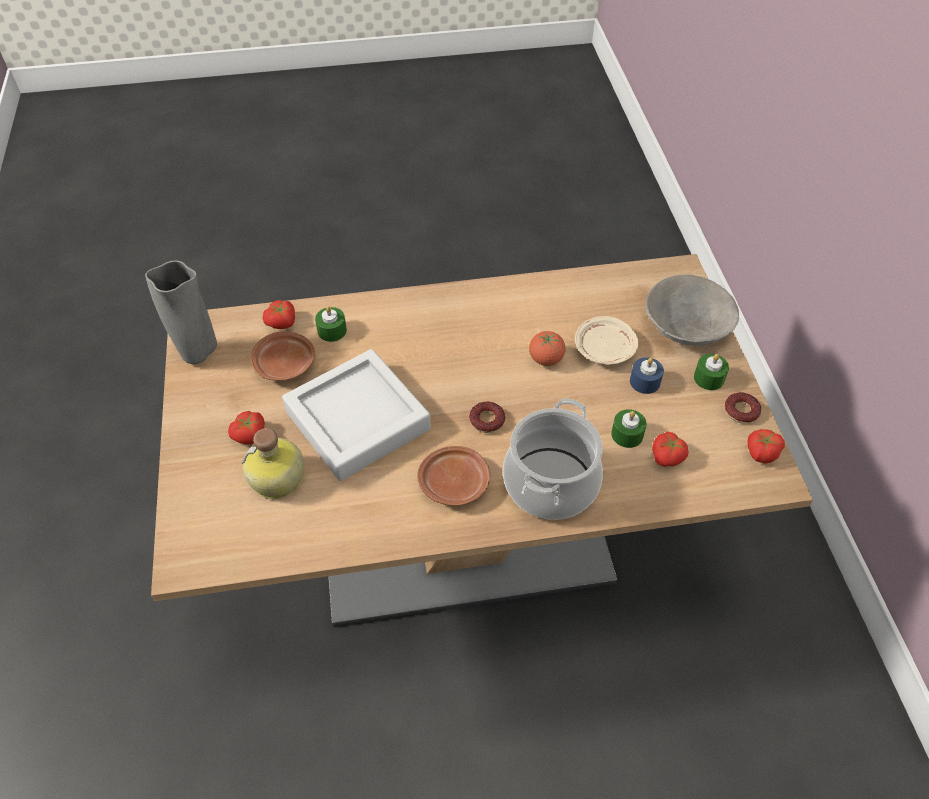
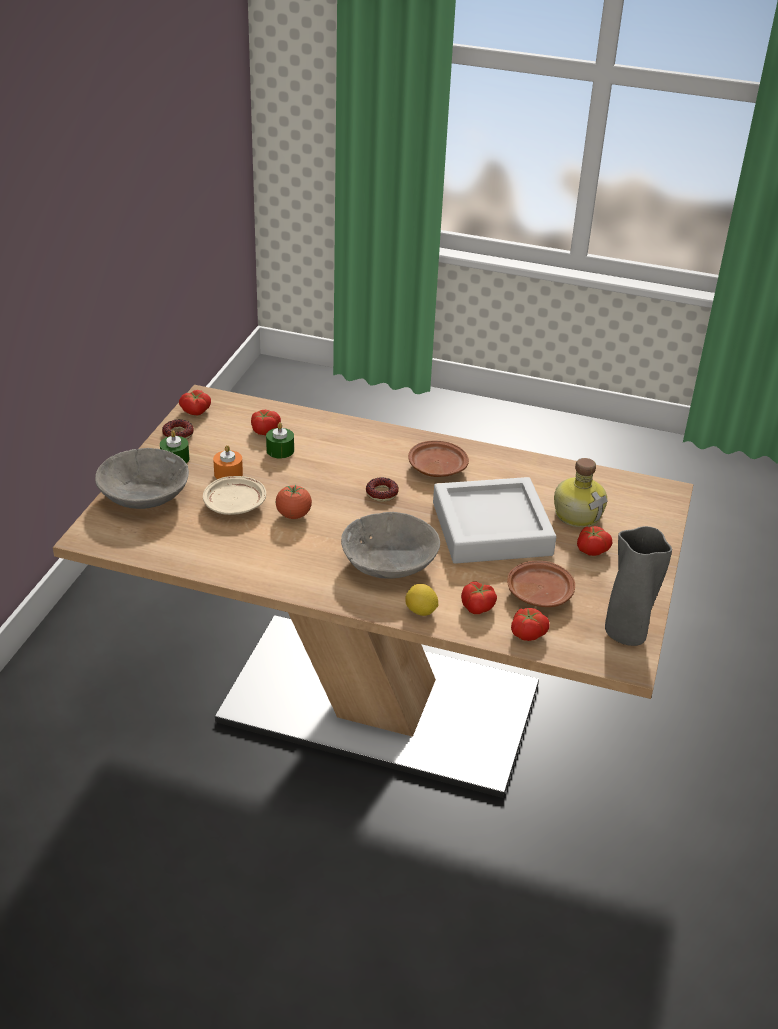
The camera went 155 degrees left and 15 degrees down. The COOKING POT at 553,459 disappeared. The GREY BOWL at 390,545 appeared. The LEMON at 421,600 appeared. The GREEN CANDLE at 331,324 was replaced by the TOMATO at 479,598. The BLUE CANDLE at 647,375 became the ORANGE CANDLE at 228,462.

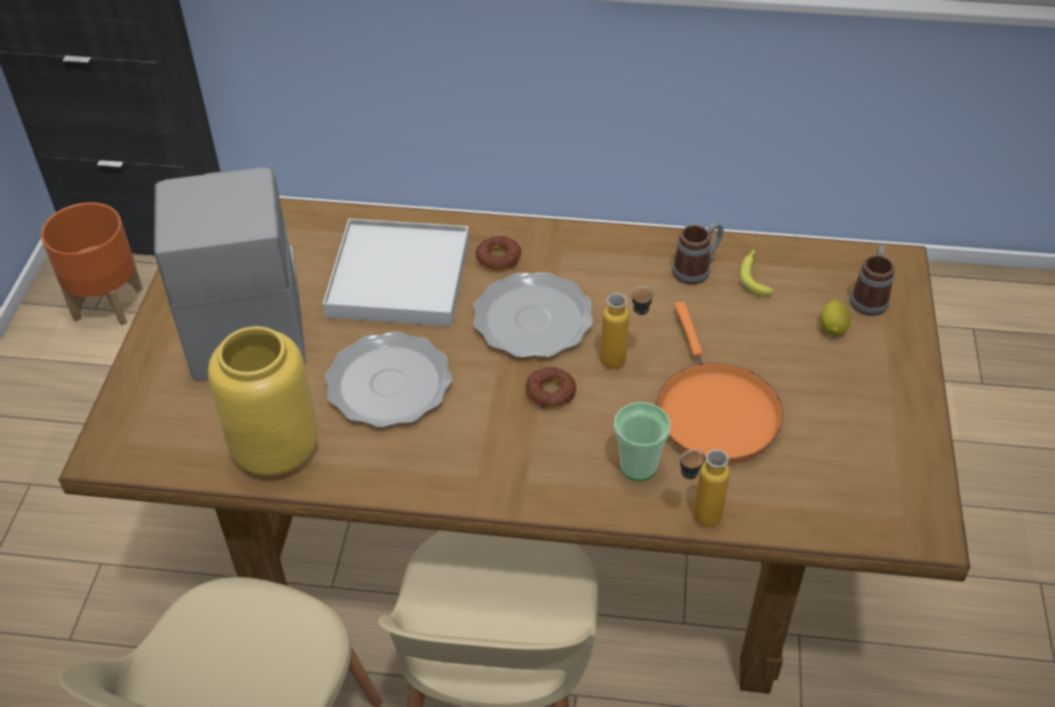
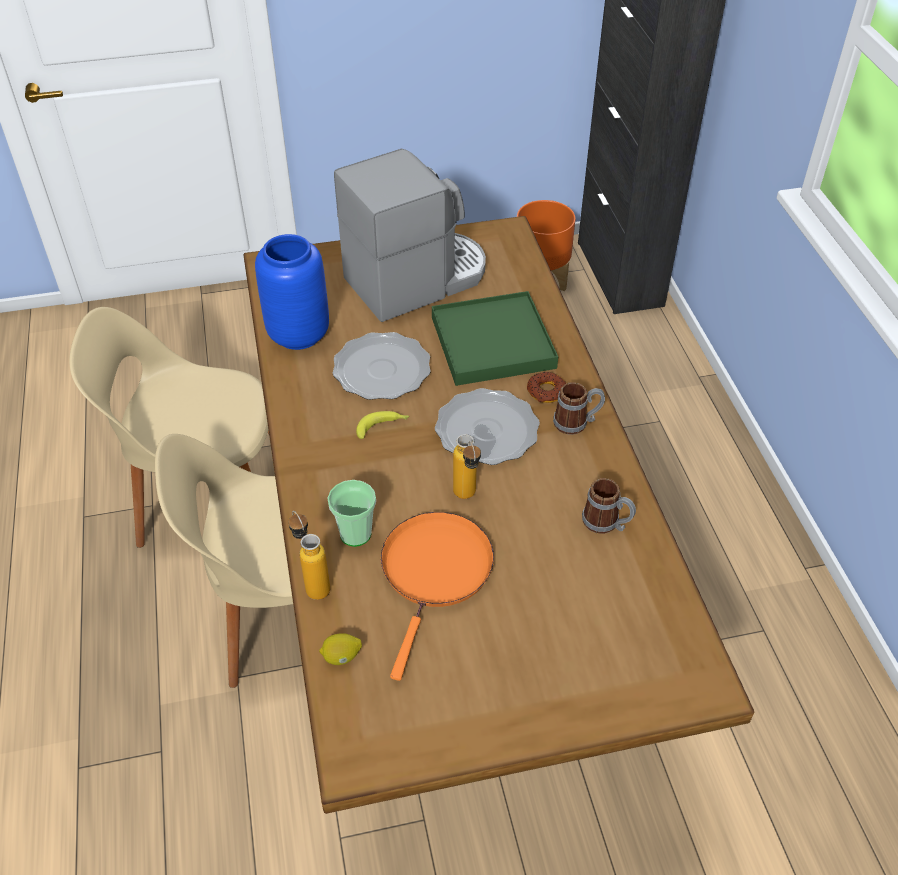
The camera went 70 degrees right and 0 degrees up. The DONUT at 551,387 disappeared. The BANANA moved from 756,273 to 382,425. The LEMON moved from 836,318 to 340,649. The MUG moved from 872,280 to 579,408. The YELLOW VASE at 263,401 became the BLUE VASE at 292,292. The WHITE TRAY at 396,273 became the GREEN TRAY at 495,338. The ORANGE FRYING PAN at 720,382 turned 135 degrees clockwise.

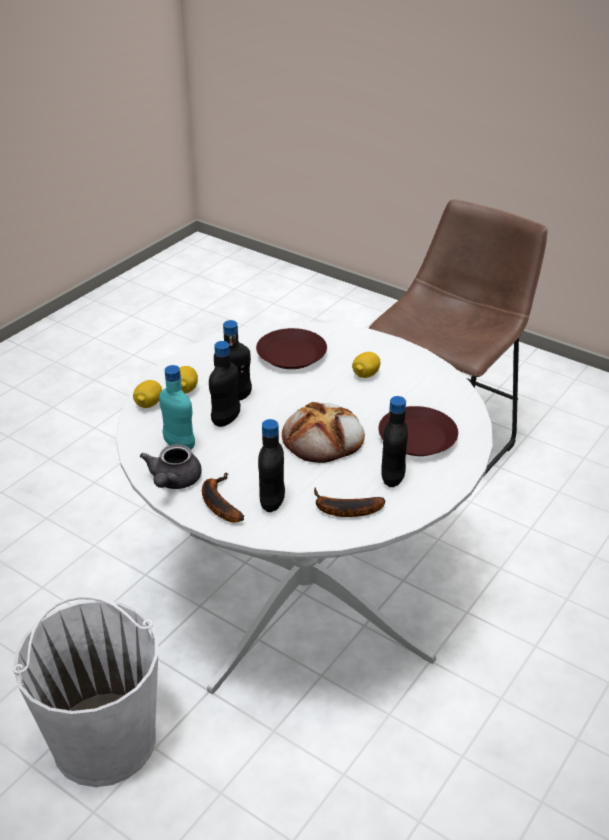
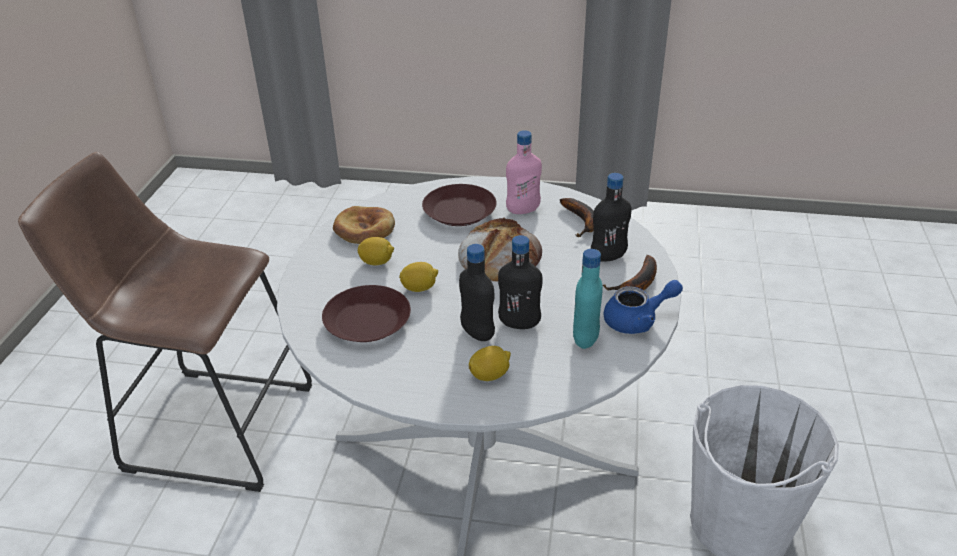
The camera went 115 degrees left and 0 degrees up. The BREAD at 364,225 appeared. The LEMON moved from 147,394 to 418,277. The GREY TEAPOT at 171,466 became the BLUE TEAPOT at 643,307. The BLACK BOTTLE at 394,441 became the PINK BOTTLE at 524,172.

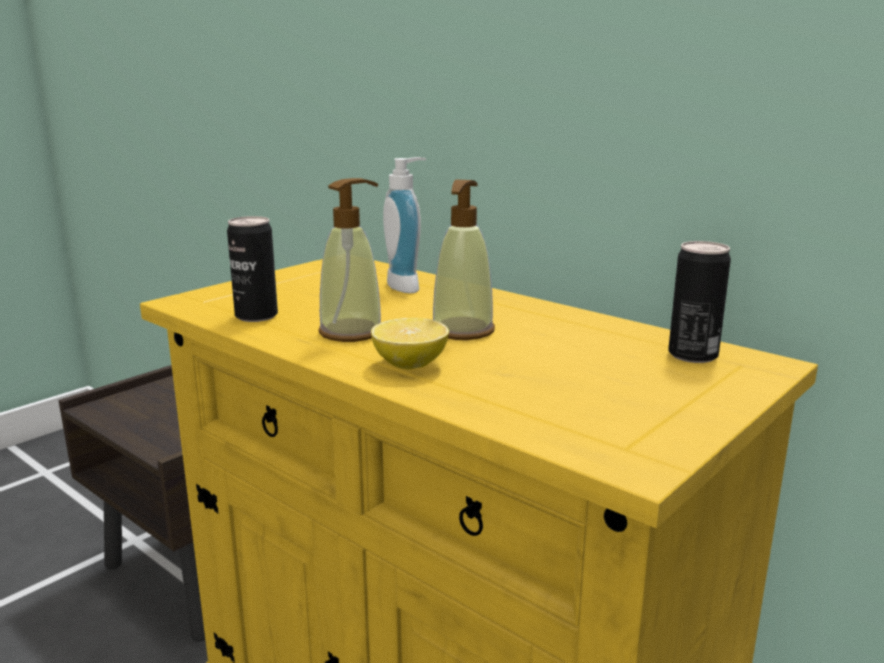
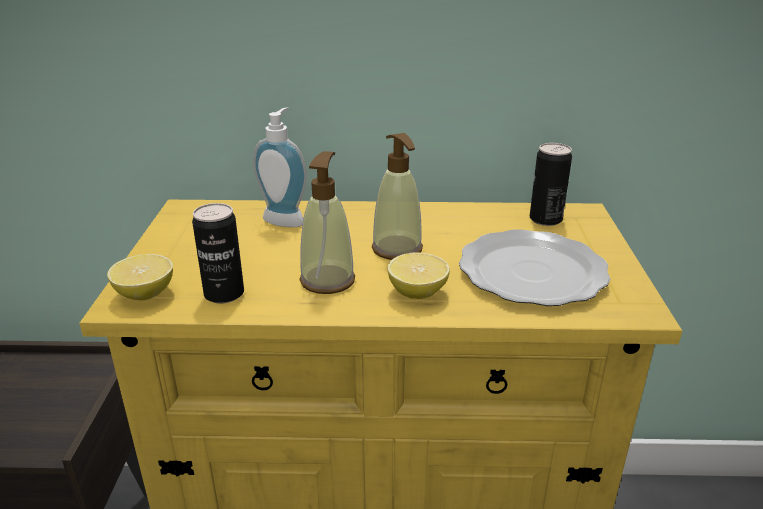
The camera went 40 degrees left and 10 degrees up. The LEMON at 140,277 appeared. The PLATE at 534,267 appeared.

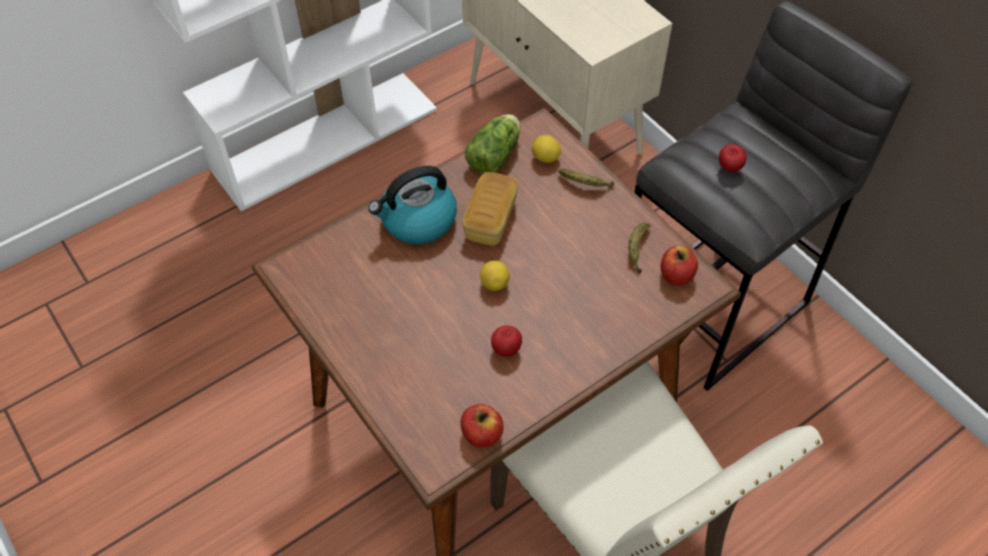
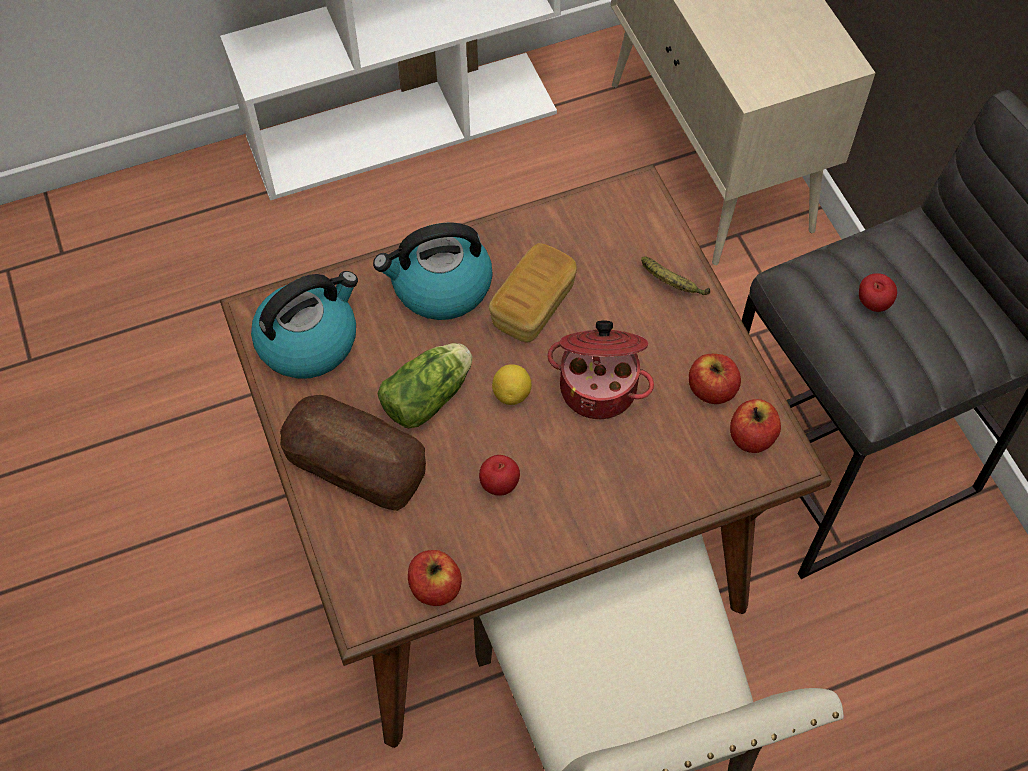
The camera went 15 degrees right and 5 degrees up. The LEMON at 546,149 disappeared. The KETTLE at 304,324 appeared. The BREAD at 353,453 appeared. The COOKING POT at 600,369 appeared. The LETTUCE moved from 492,144 to 425,385. The BANANA at 639,248 was replaced by the APPLE at 715,379.

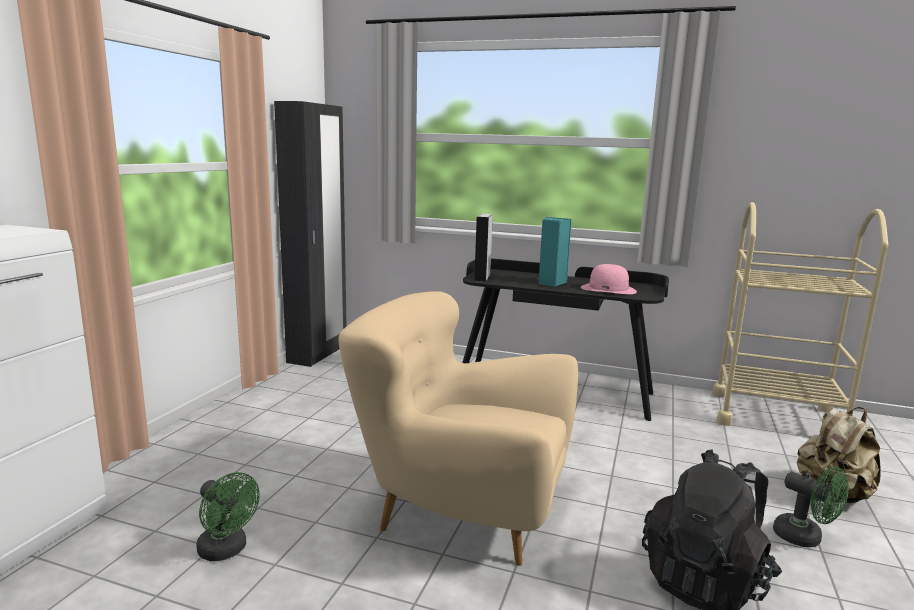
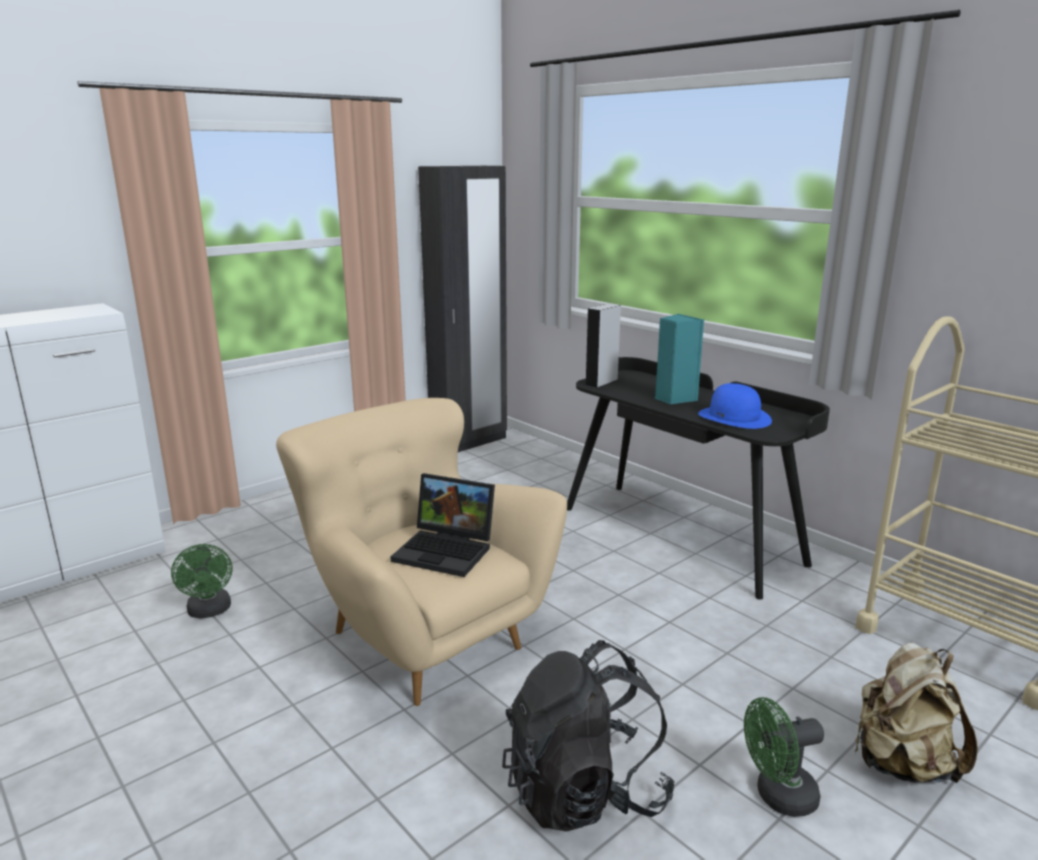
The camera went 30 degrees right and 5 degrees up. The LAPTOP at 443,525 appeared. The PINK HAT at 609,279 became the BLUE HAT at 735,406. The GREEN FAN at 811,506 turned 90 degrees clockwise.

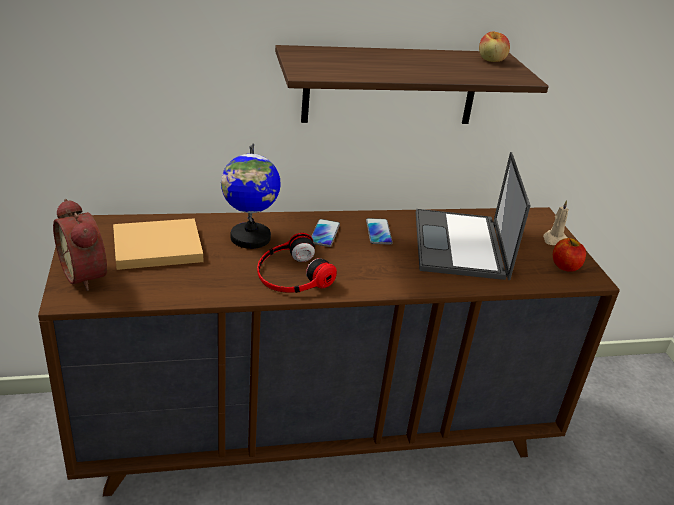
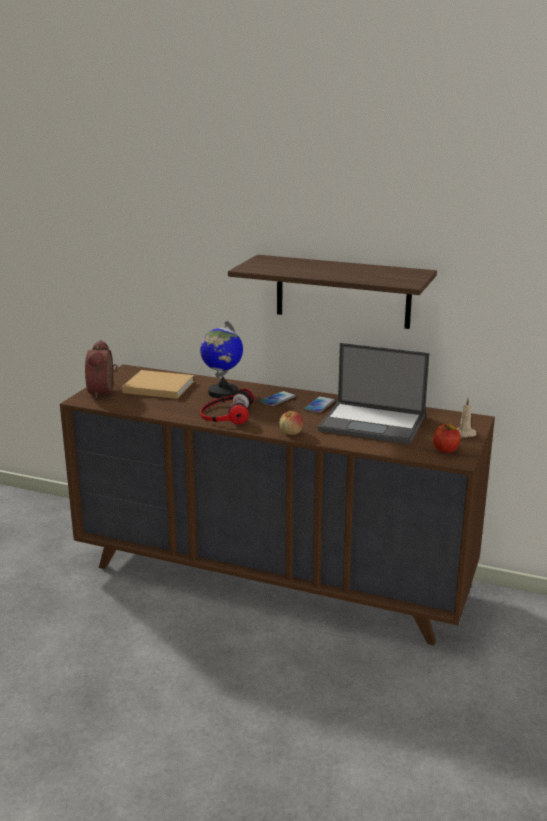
The camera went 35 degrees right and 10 degrees down. The APPLE moved from 494,47 to 291,423. The LAPTOP at 473,216 turned 105 degrees counterclockwise.

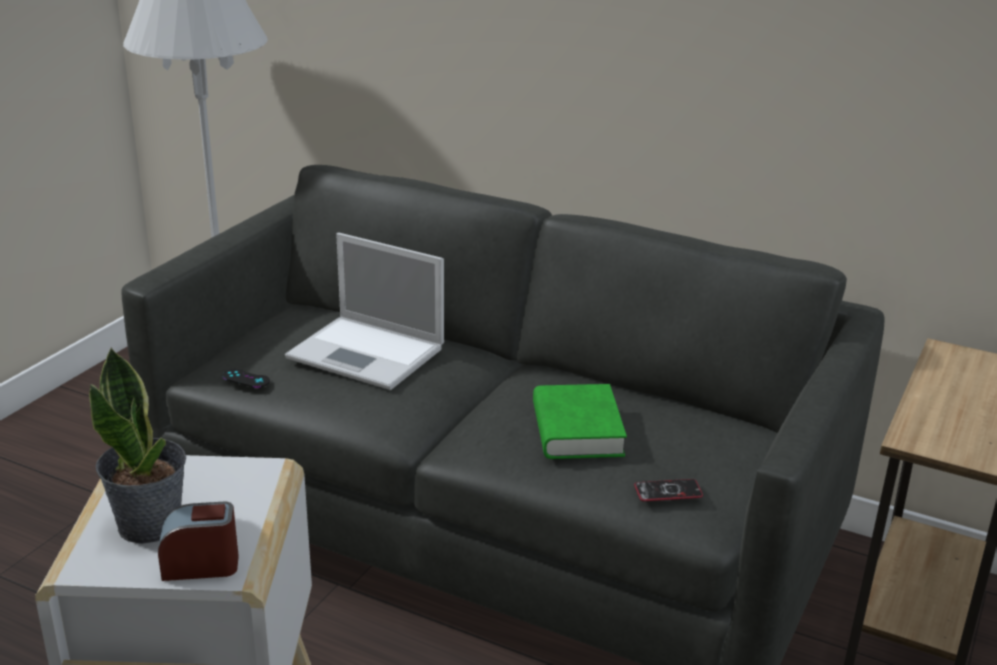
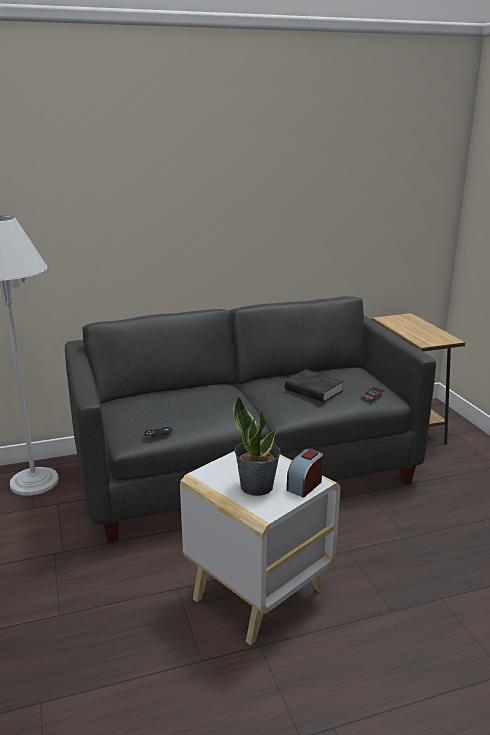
The camera went 45 degrees left and 5 degrees down. The LAPTOP at 364,311 disappeared. The GREEN BOOK at 580,421 became the BLACK BOOK at 314,386.

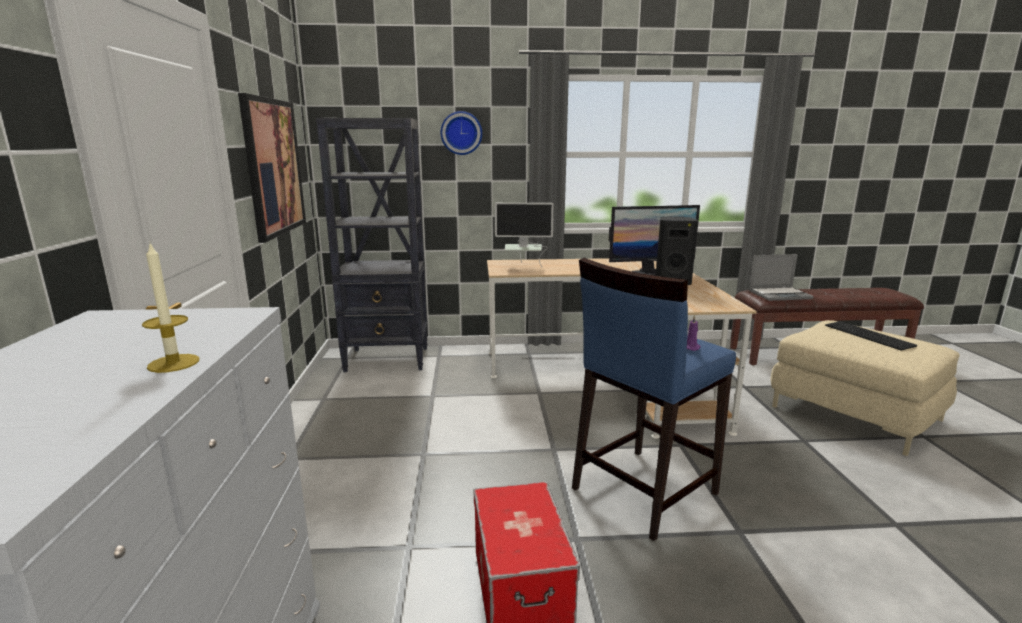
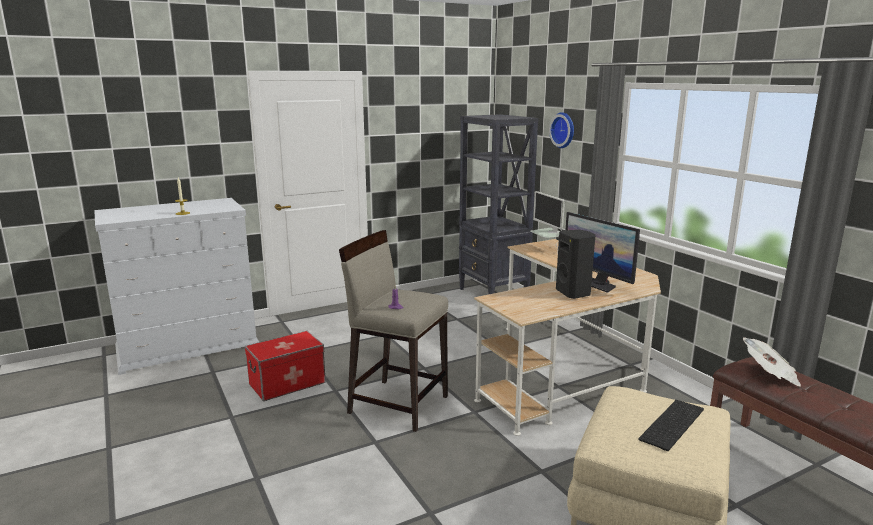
The camera went 65 degrees right and 0 degrees up. The PICTURE at 272,168 disappeared. The LAPTOP at 781,277 was replaced by the NEWSPAPER at 772,362. The BLUE STOOL at 654,399 became the BEIGE STOOL at 393,331.

